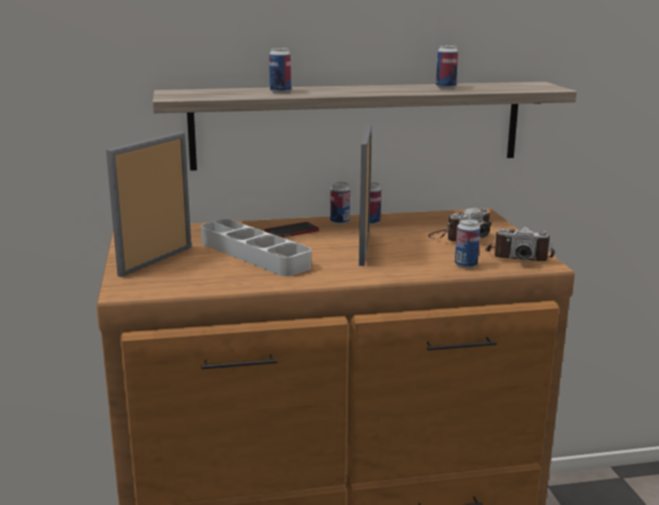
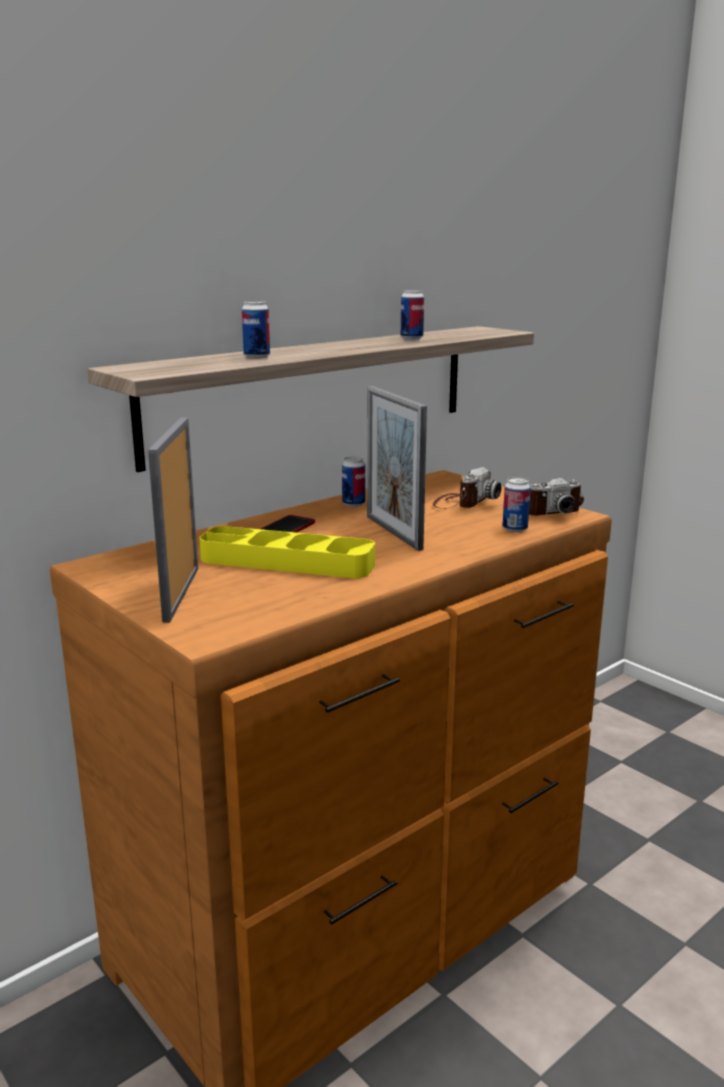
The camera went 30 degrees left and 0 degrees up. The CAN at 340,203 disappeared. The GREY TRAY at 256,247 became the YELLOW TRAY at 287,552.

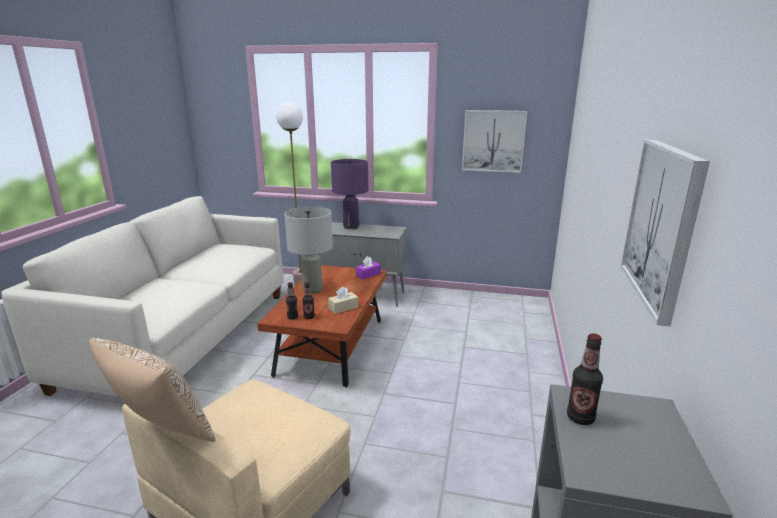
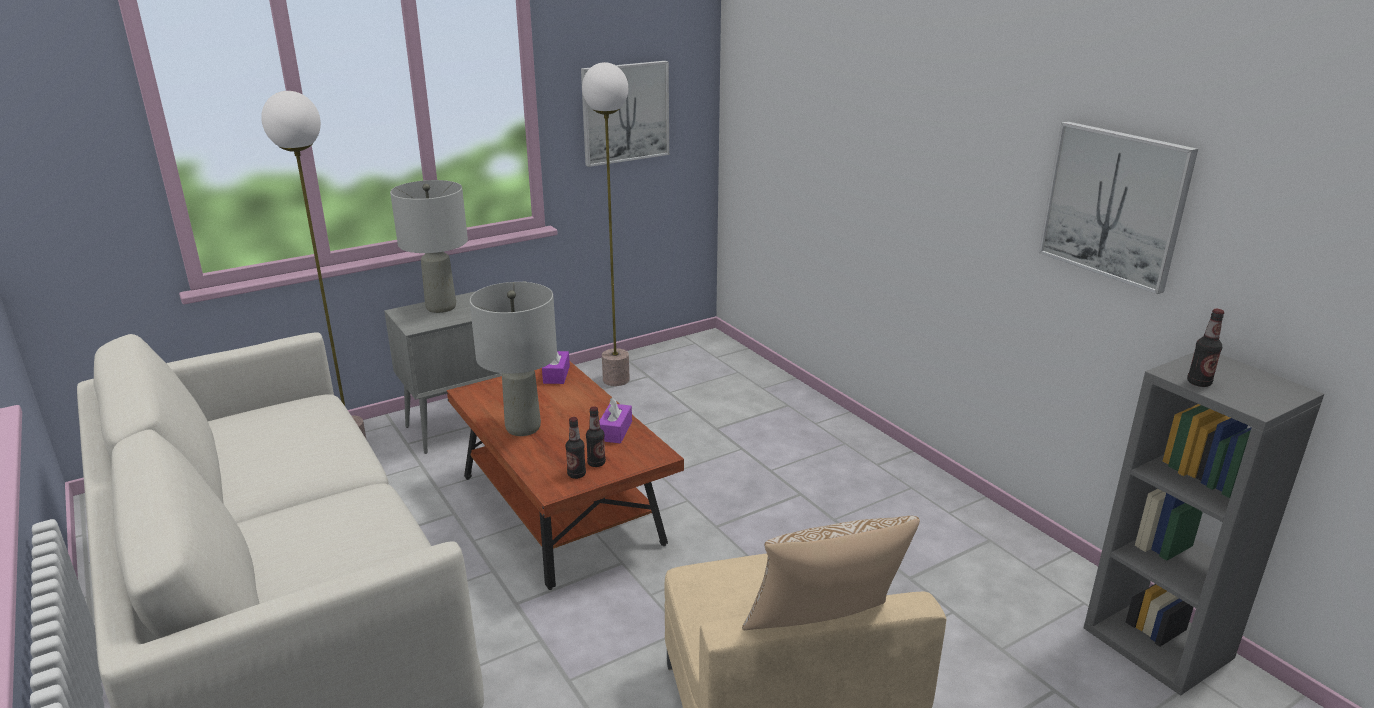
The camera went 45 degrees left and 5 degrees up. The FLOOR LAMP at 606,224 appeared. The BEIGE TISSUE BOX at 343,300 became the PURPLE TISSUE BOX at 615,420. The PURPLE TABLE LAMP at 349,194 became the GREY TABLE LAMP at 429,246.

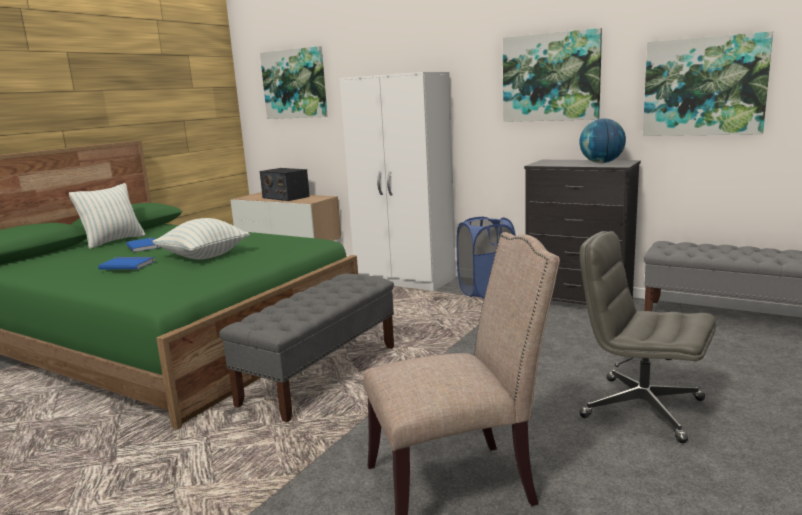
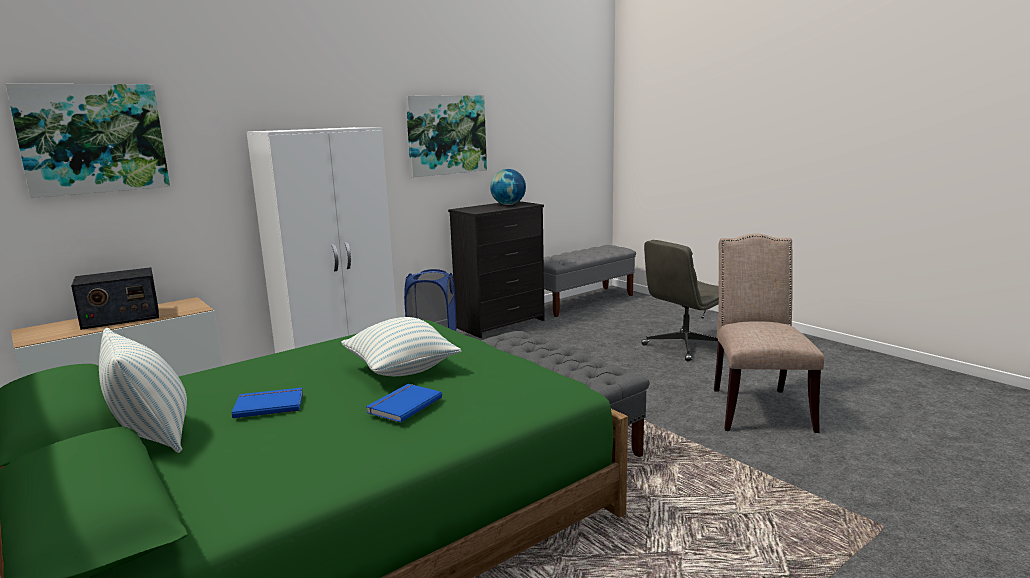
The camera went 70 degrees left and 0 degrees up. The PICTURE at 708,83 disappeared.

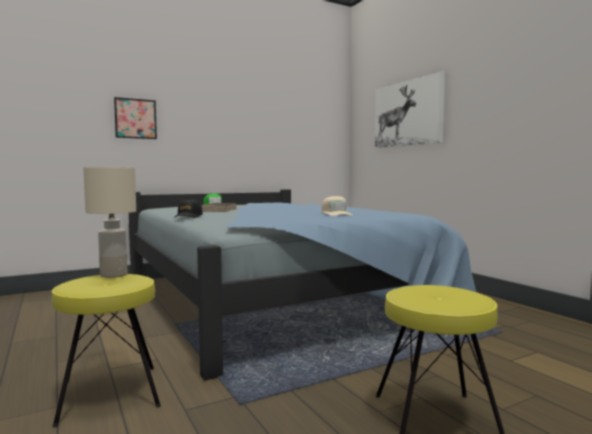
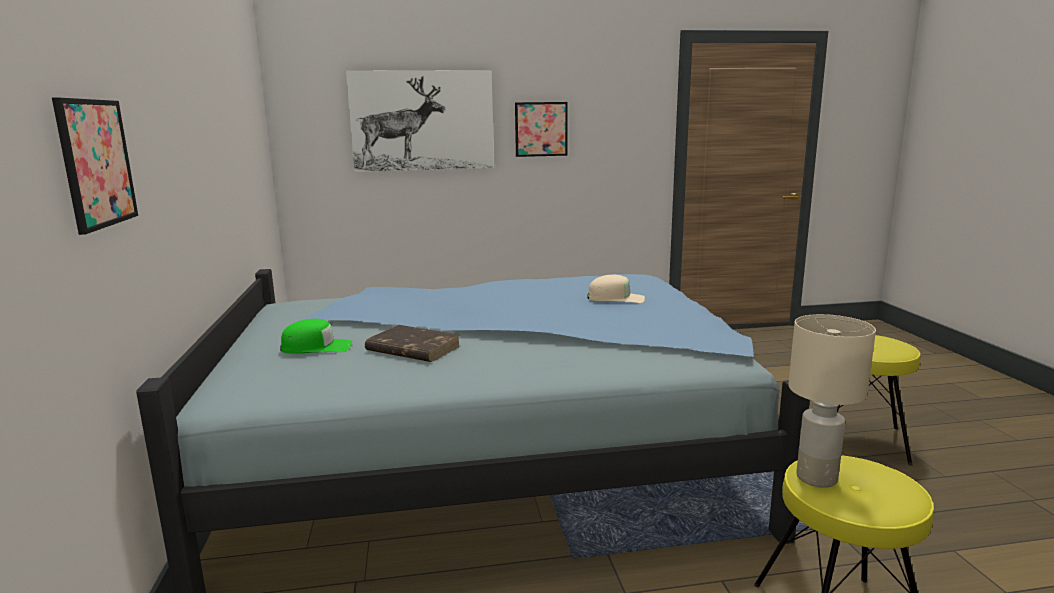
The camera went 70 degrees left and 10 degrees up. The BLACK CAP at 188,208 disappeared. The PICTURE at 541,129 appeared.

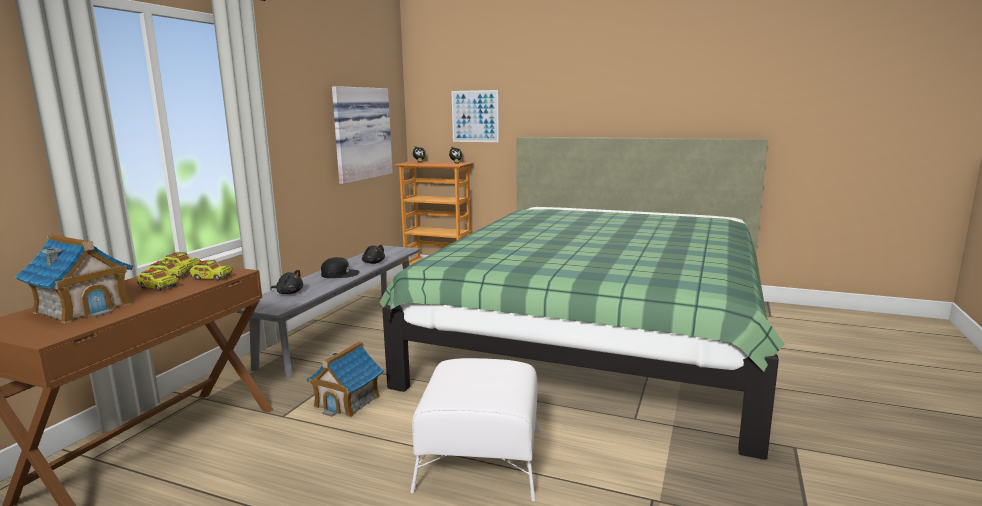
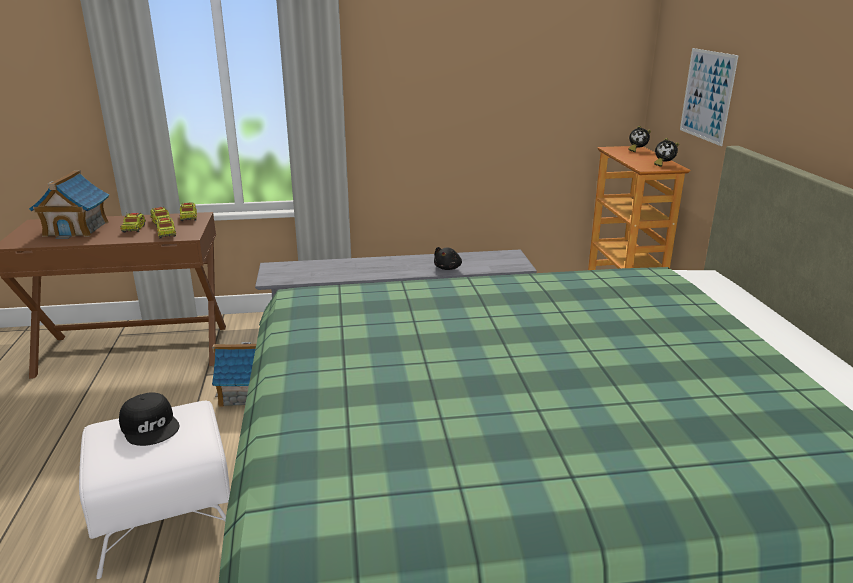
The camera went 60 degrees right and 10 degrees up. The BLACK PLUSH TOY at 286,282 disappeared. The PICTURE at 362,135 disappeared. The BLACK CAP moved from 340,267 to 149,419.

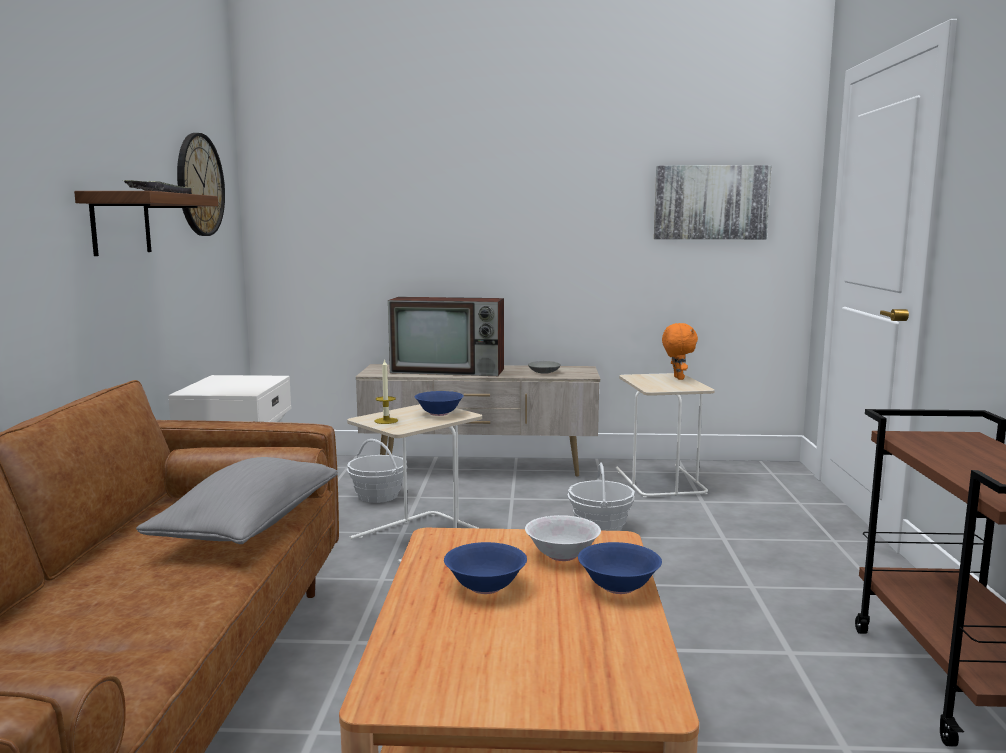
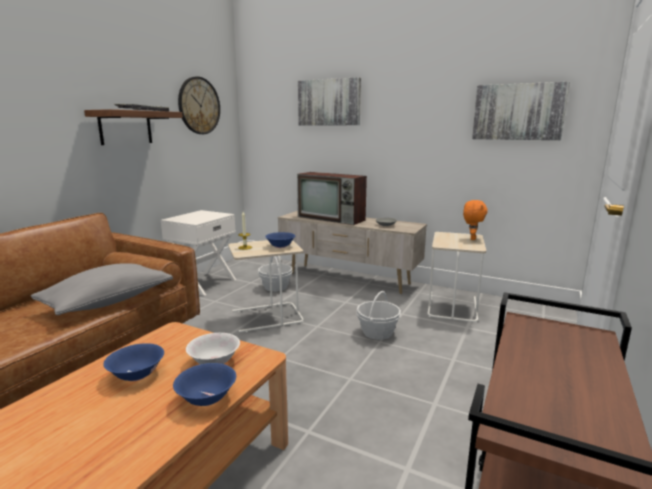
The camera went 25 degrees right and 5 degrees up. The PICTURE at 329,101 appeared.

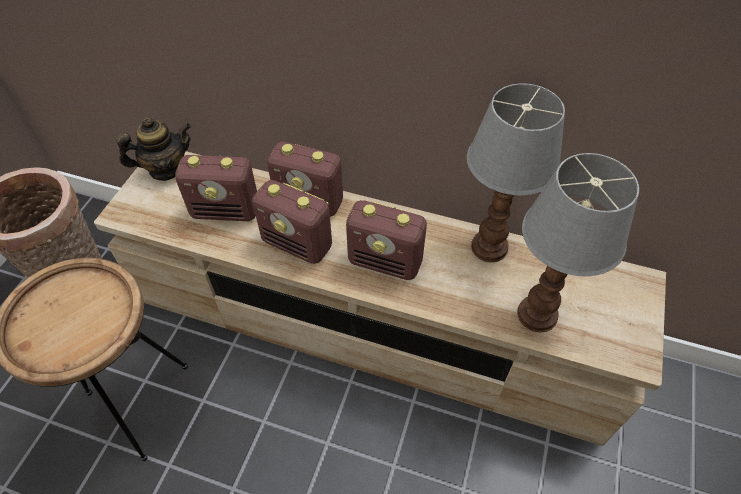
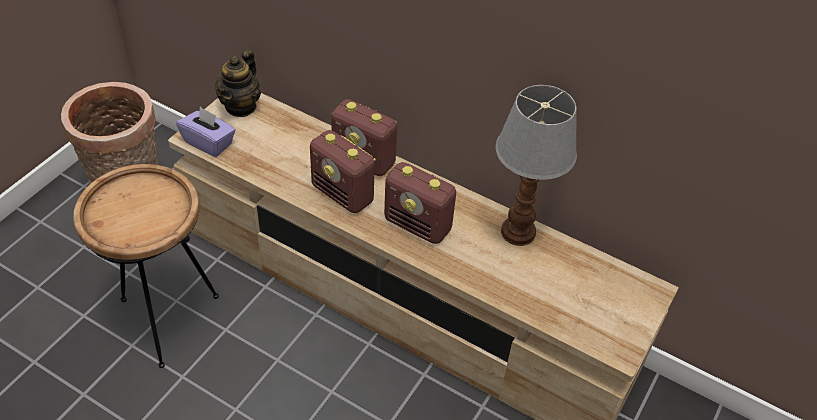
The camera went 10 degrees right and 5 degrees down. The RADIO at 216,188 disappeared. The TABLE LAMP at 578,242 disappeared. The PURPLE TISSUE BOX at 205,132 appeared. The TEAPOT at 153,149 turned 120 degrees clockwise.

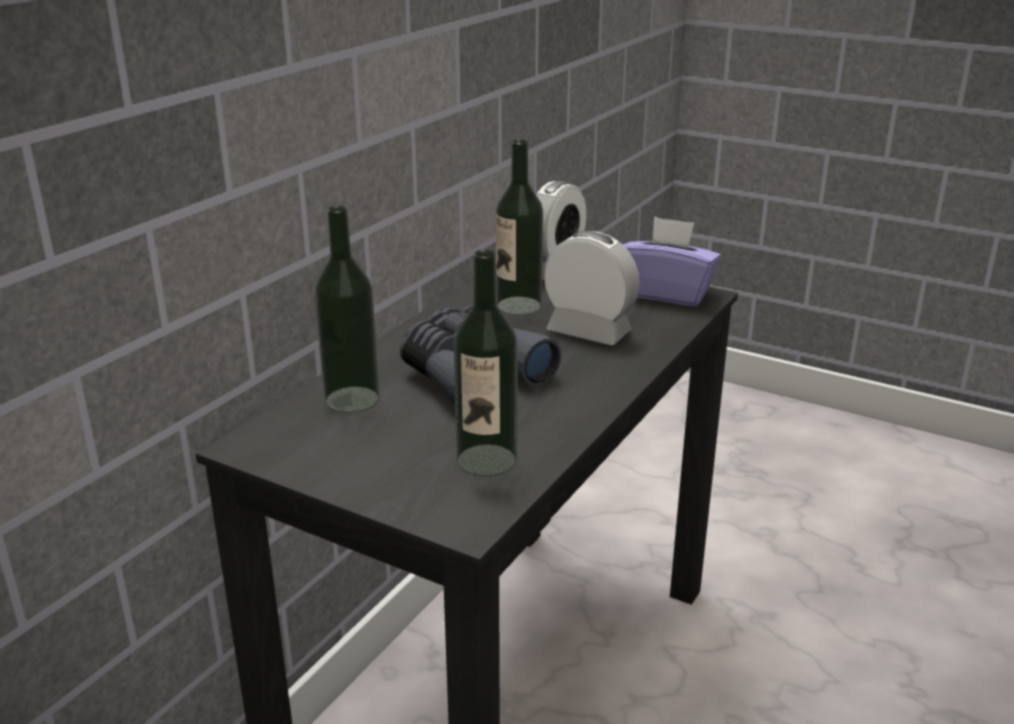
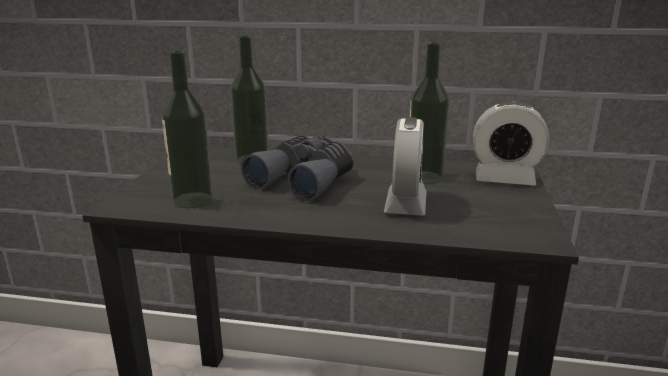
The camera went 70 degrees right and 5 degrees down. The PURPLE TISSUE BOX at 672,261 disappeared.

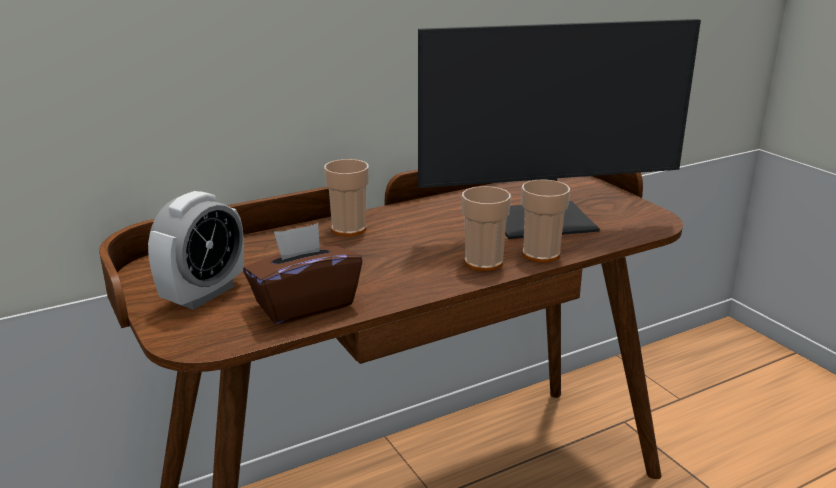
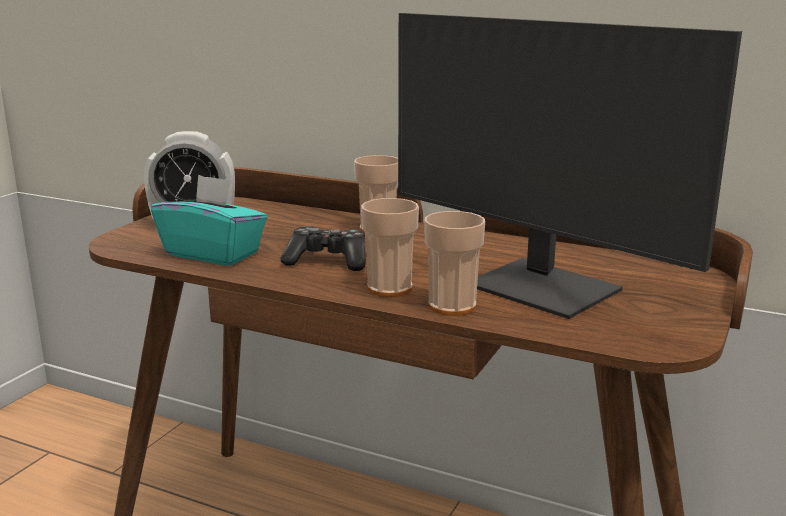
The camera went 55 degrees right and 5 degrees down. The GAME CONTROLLER at 323,248 appeared. The BROWN TISSUE BOX at 302,274 became the TURQUOISE TISSUE BOX at 209,220.

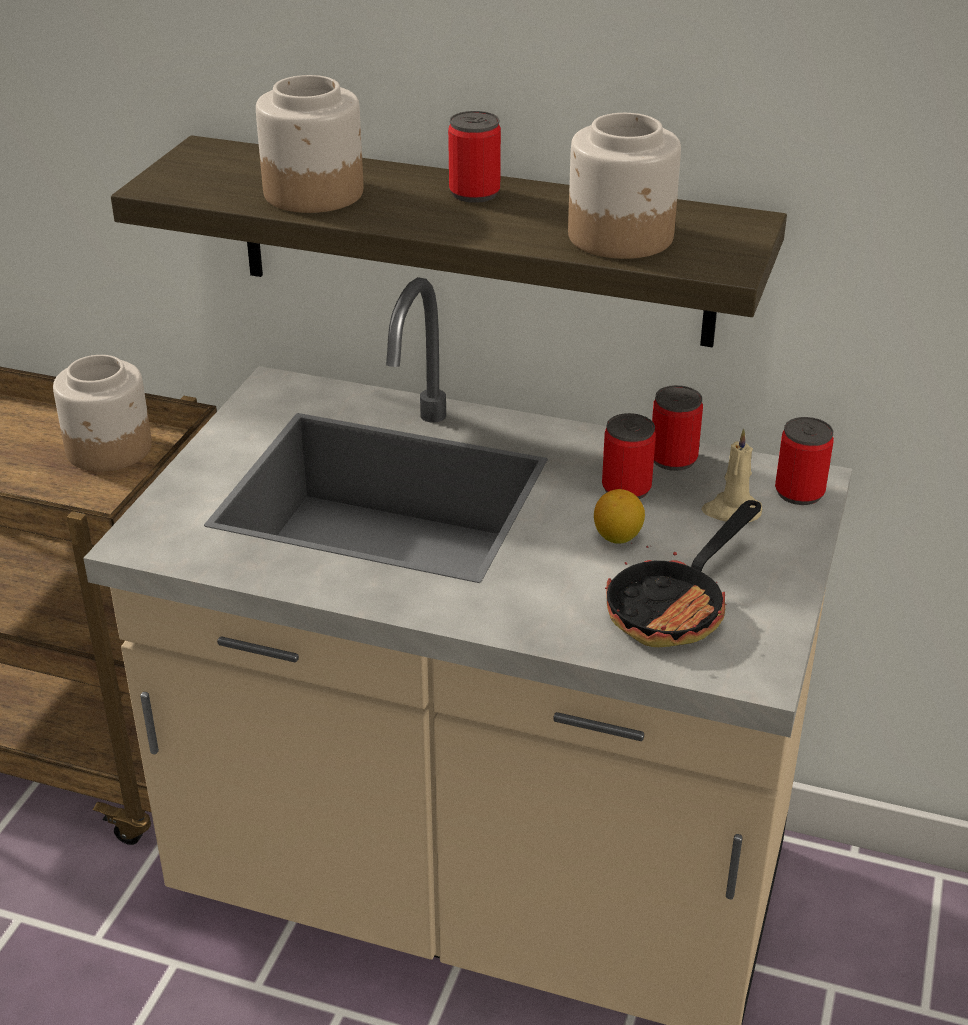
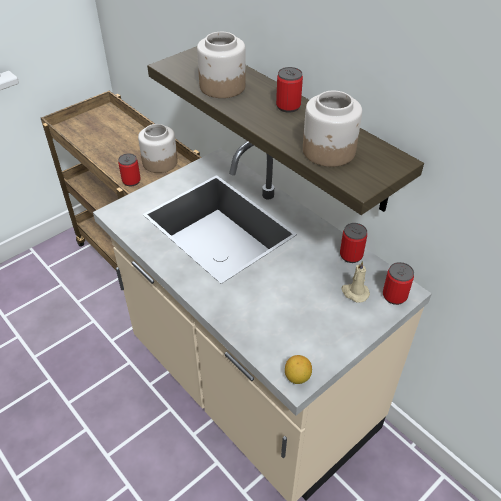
The camera went 30 degrees right and 10 degrees up. The FRYING PAN at 683,573 disappeared. The LEMON moved from 619,516 to 298,369. The CAN moved from 629,456 to 129,169.

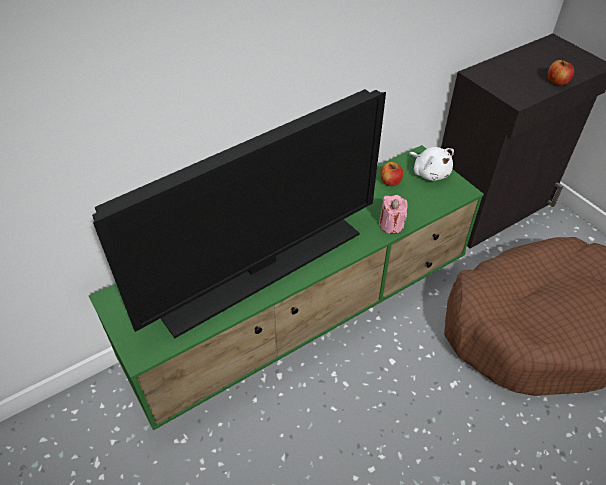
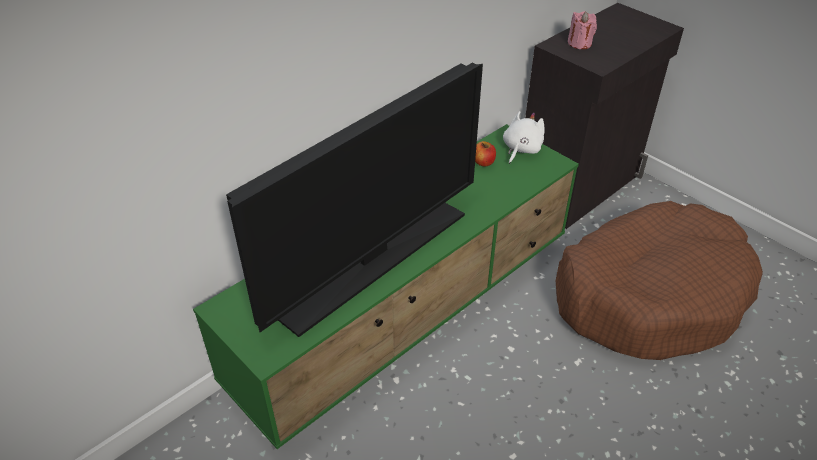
The camera went 10 degrees left and 5 degrees down. The APPLE at 561,72 disappeared. The PINK CANDLE moved from 393,214 to 582,30. The WHITE PLUSH TOY at 431,164 turned 105 degrees counterclockwise.

